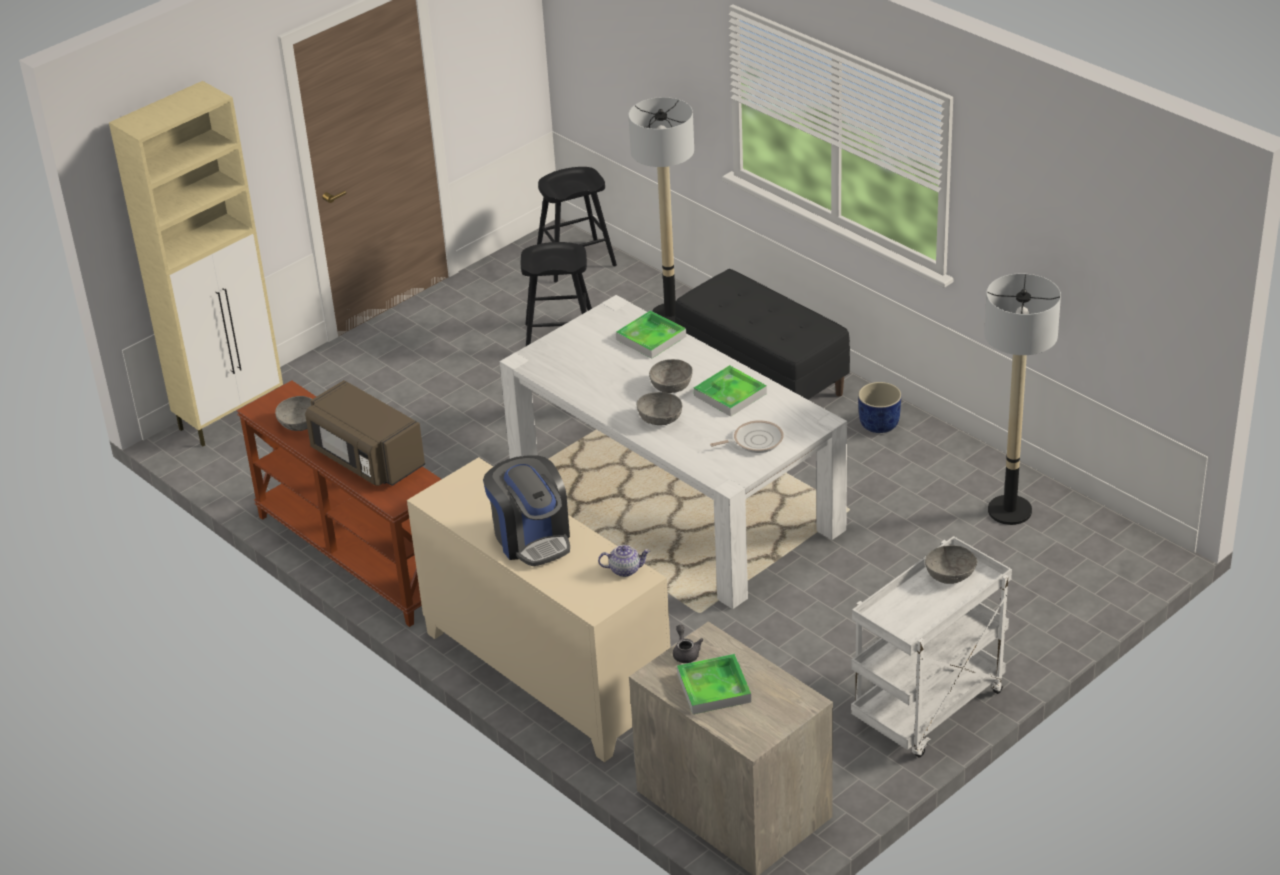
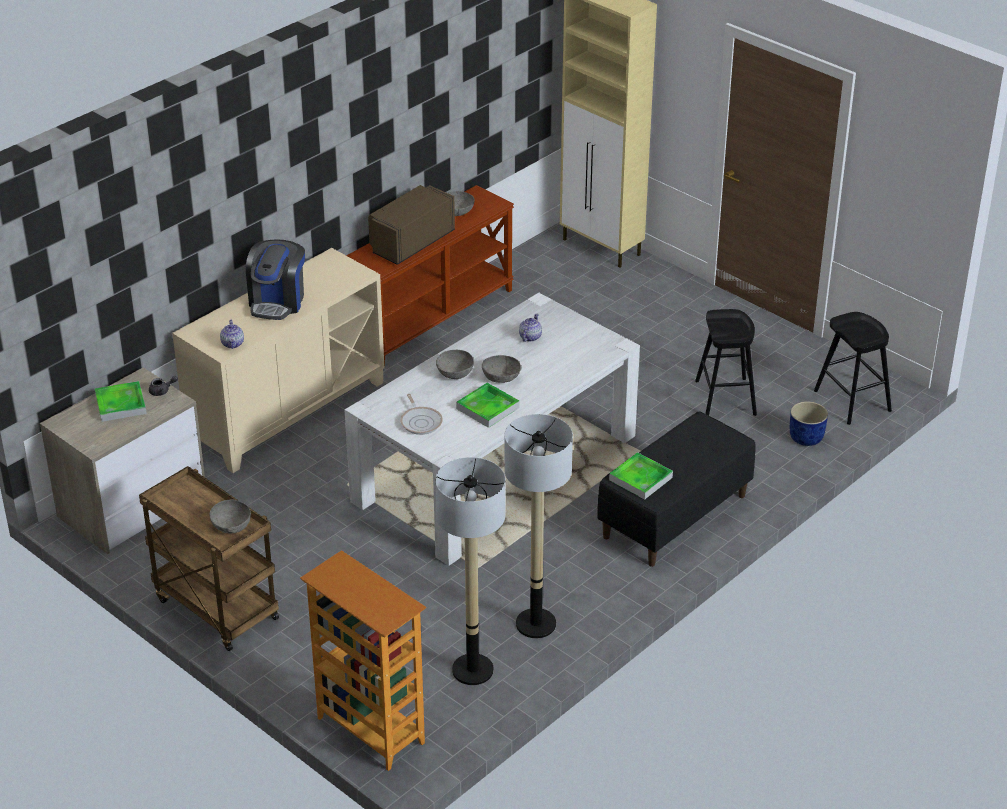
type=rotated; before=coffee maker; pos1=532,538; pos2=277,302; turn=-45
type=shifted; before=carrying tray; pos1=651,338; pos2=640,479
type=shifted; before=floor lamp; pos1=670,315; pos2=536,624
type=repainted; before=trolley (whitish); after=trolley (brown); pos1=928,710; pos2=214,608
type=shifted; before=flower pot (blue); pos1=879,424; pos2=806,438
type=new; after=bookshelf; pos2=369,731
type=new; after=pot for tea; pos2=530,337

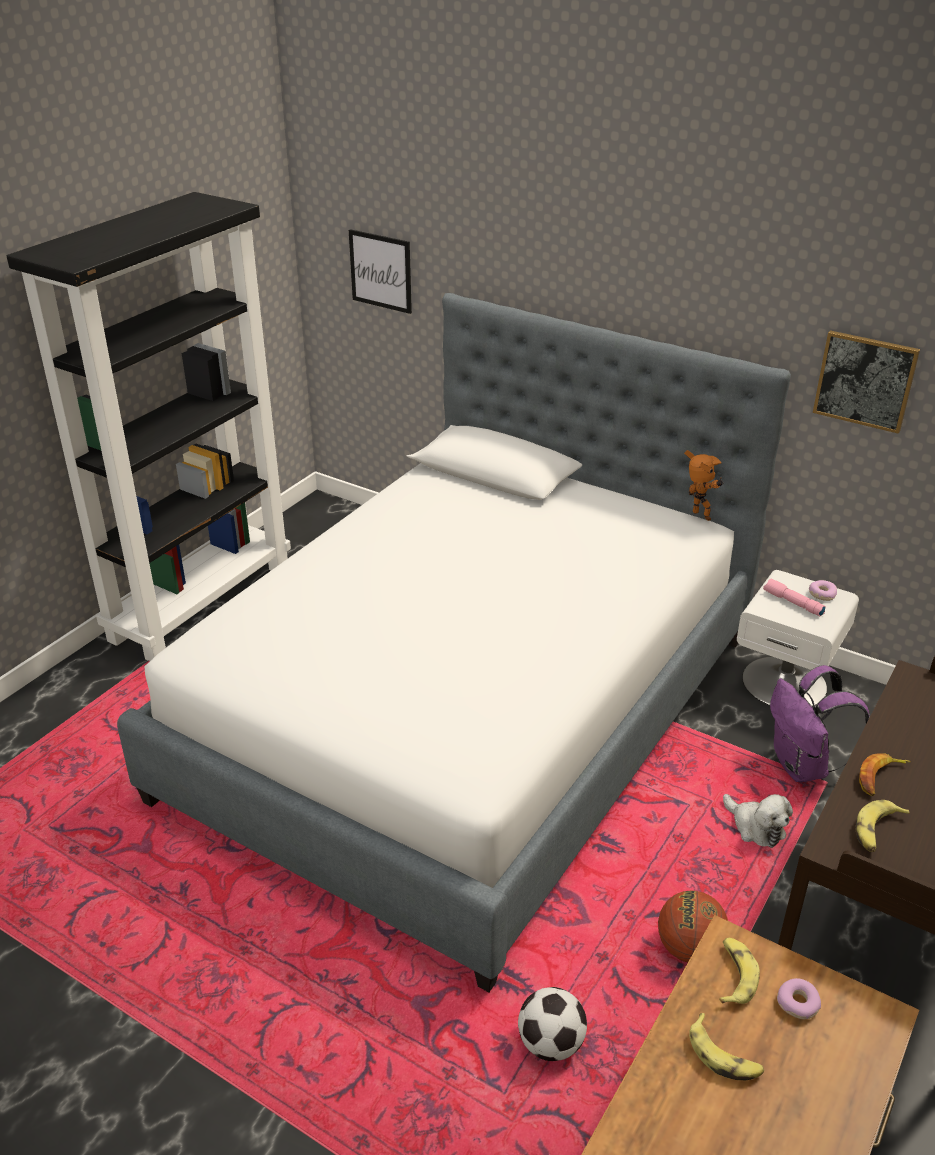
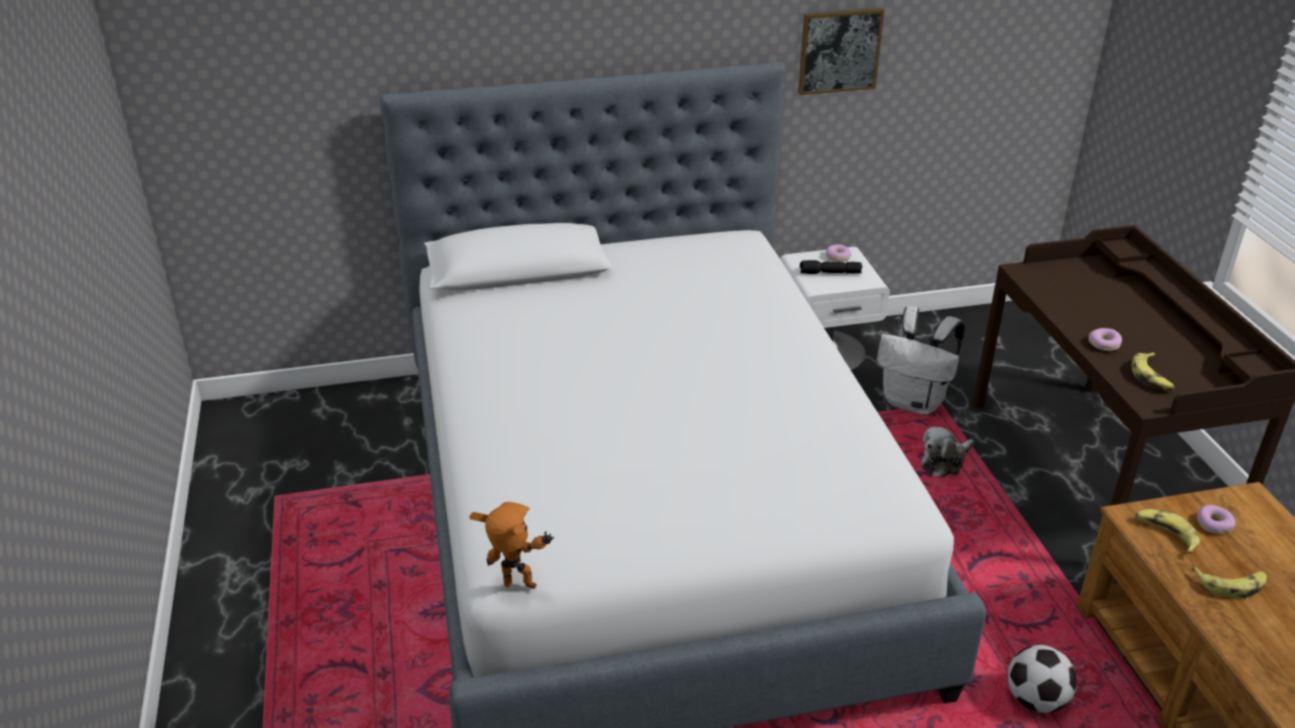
type=gone; before=bookshelf (blackish); pos1=201,601
type=gone; before=picture; pos1=381,271
type=gone; before=basketball; pos1=689,948
type=shifted; before=toy robot; pos1=699,517; pos2=519,589
type=rotated; before=soft toy; pos1=755,827; pos2=944,462; turn=135
type=repainted; before=torch (pink-coloured); after=torch (blackish); pos1=792,603; pos2=829,273
type=repainted; before=backpack (purple); after=backpack (whitish); pos1=803,767; pos2=914,402
type=swapped; before=banana fruit; after=ring doughnut; pos1=880,777; pos2=1104,344

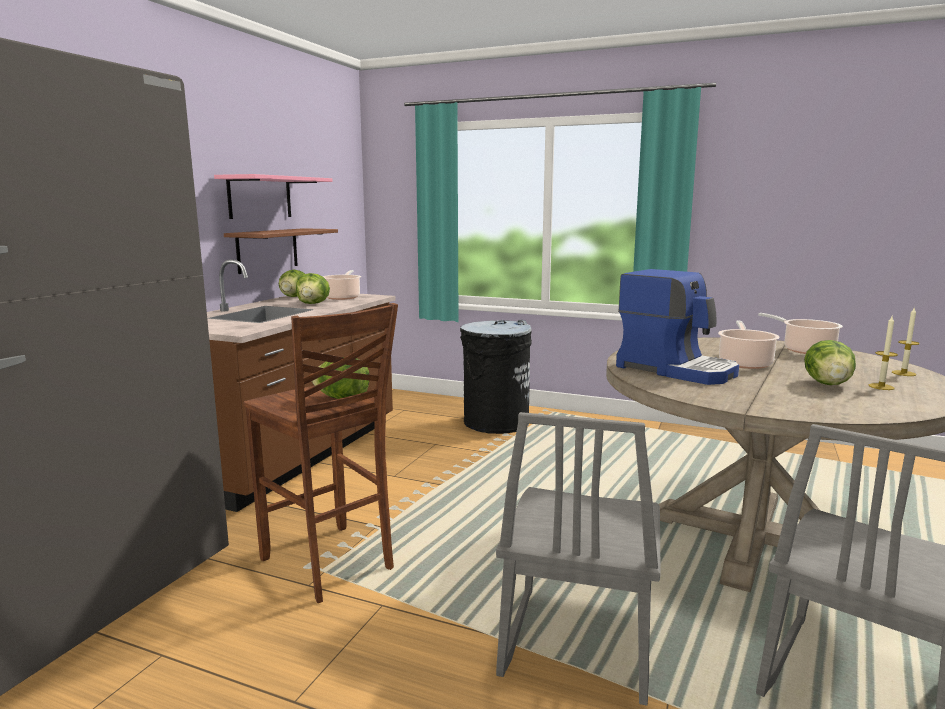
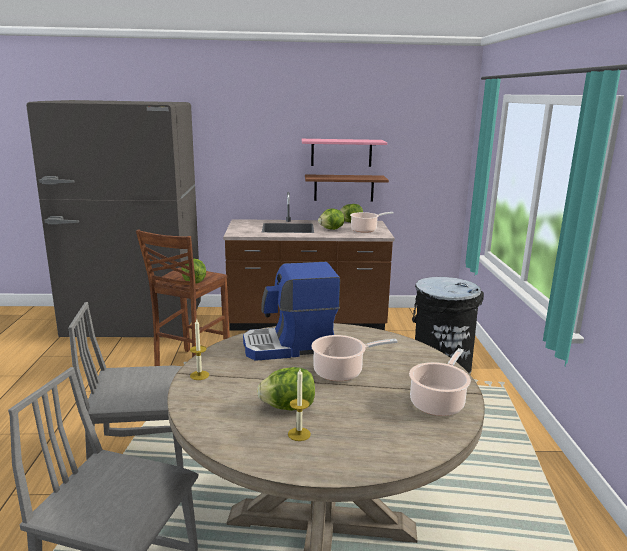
type=rotated; before=coffee maker; pos1=676,370; pos2=290,346; turn=60
type=shifted; before=candle; pos1=903,373; pos2=199,375

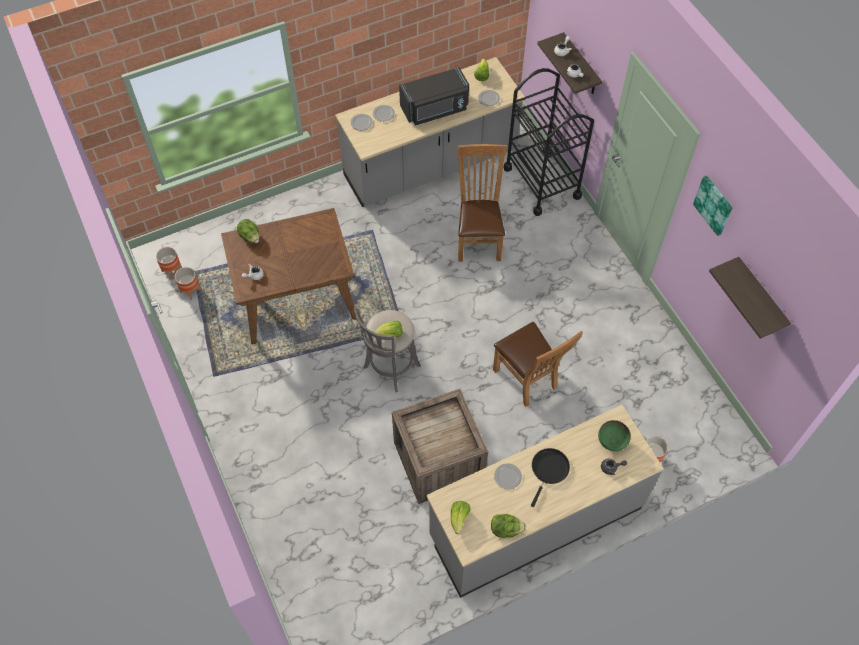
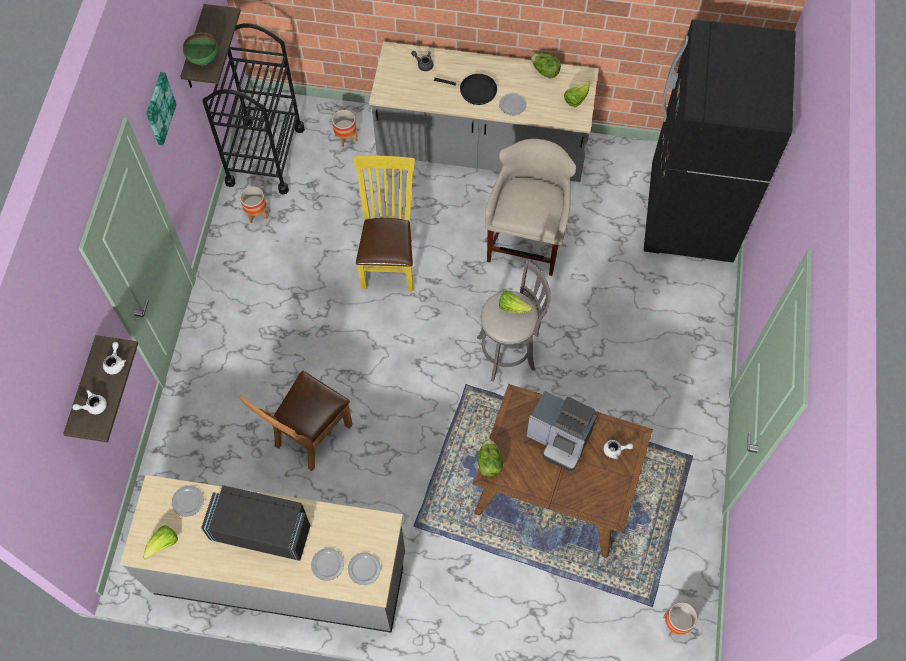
type=shifted; before=flower pot; pos1=190,291; pos2=256,214
type=shifted; before=lettuce; pos1=250,237; pos2=489,463
type=swapped; before=shipping crate; after=sitting stool (beige-coloured); pos1=438,462; pos2=527,242
type=repainted; before=chair (brown); after=chair (yellow); pos1=528,381; pos2=389,260
type=shifted; before=trolley (blackish); pos1=542,182; pos2=265,155
type=rotated; before=skillet (blackish); pos1=549,470; pos2=475,90; turn=-135
type=shifted; before=serving bowl (green); pos1=611,442; pos2=203,59
type=new; after=coffee maker; pos2=559,440
type=new; after=kitchen fridge (blackish); pos2=690,215

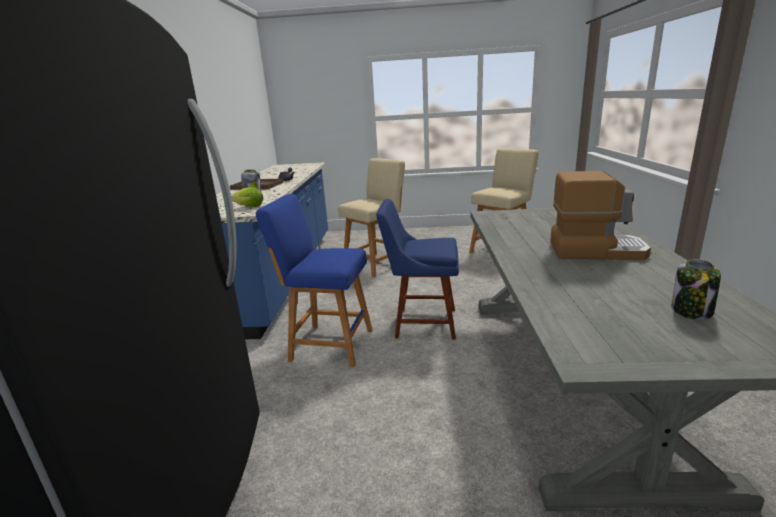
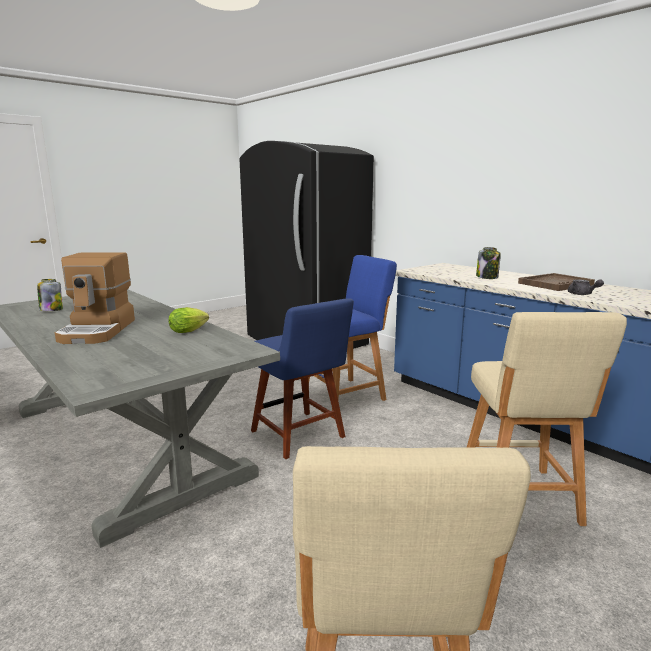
type=shifted; before=lettuce; pos1=248,207; pos2=190,331
type=rotated; before=chair (blue); pos1=422,323; pos2=300,436; turn=90
type=rotated; before=coffee maker; pos1=595,250; pos2=99,330; turn=-60

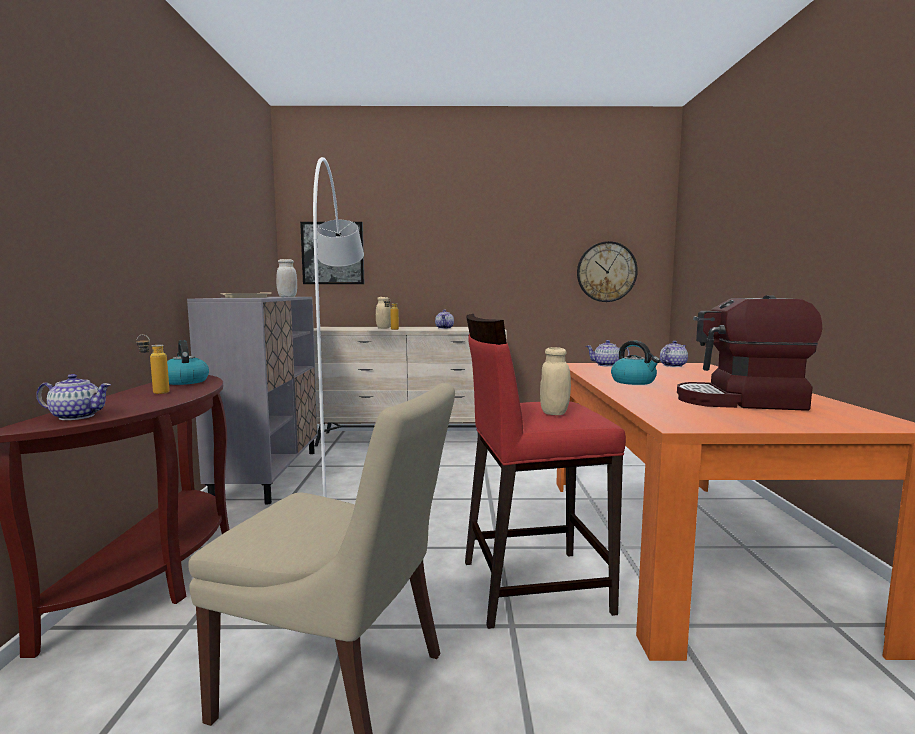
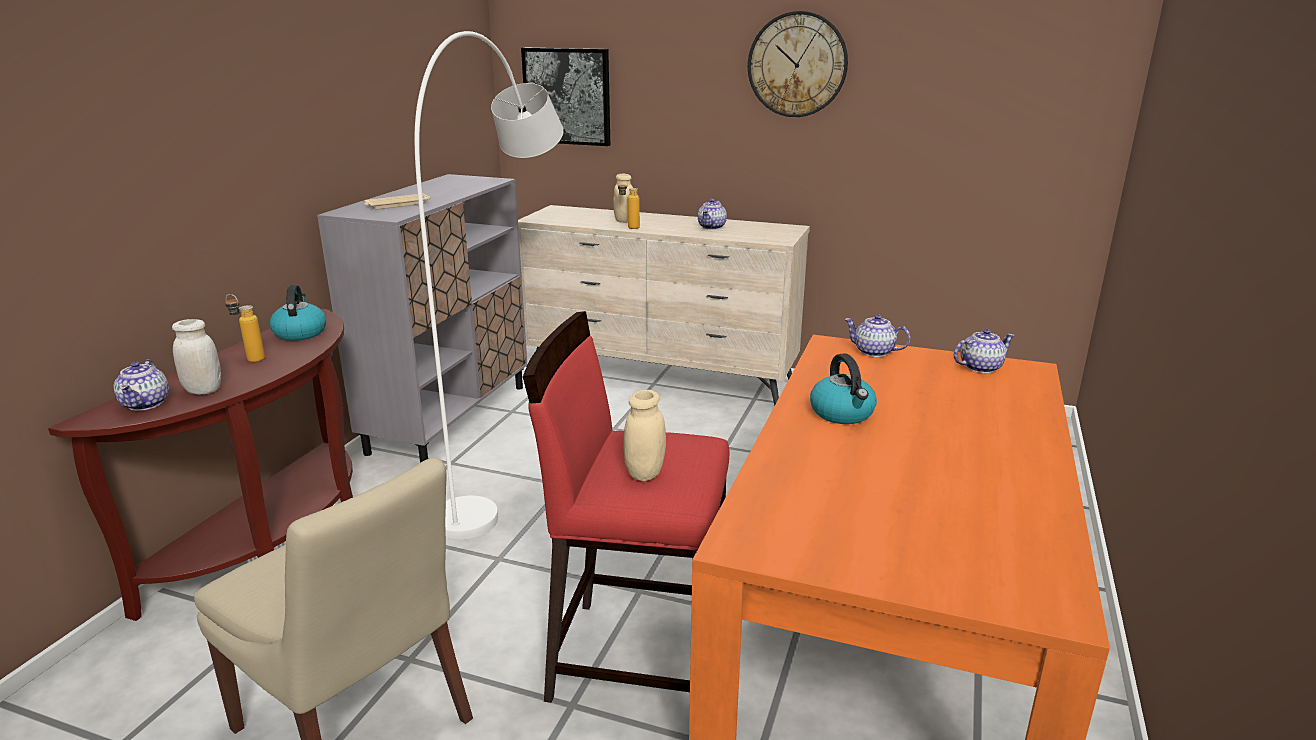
type=rotated; before=pot for tea; pos1=76,416; pos2=146,403; turn=60
type=shifted; before=storage jar (whitish); pos1=287,297; pos2=203,390
type=shifted; before=wall clock; pos1=606,272; pos2=797,65
type=gone; before=coffee maker; pos1=740,401

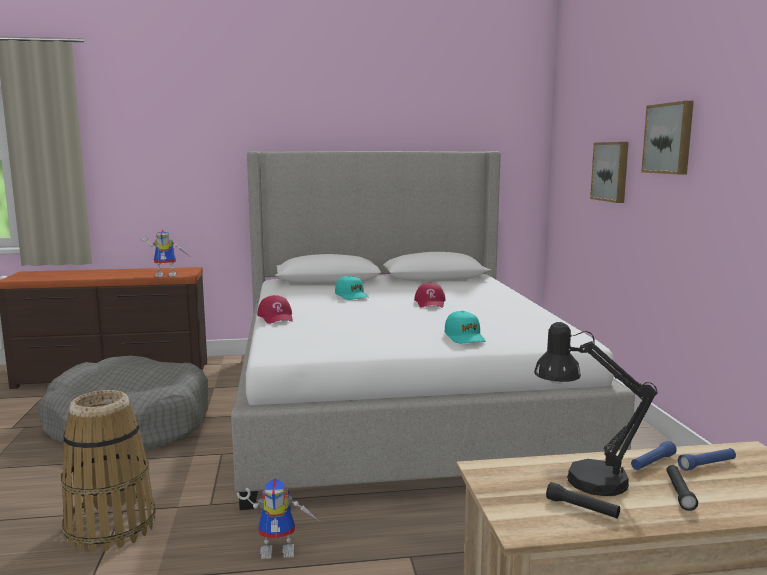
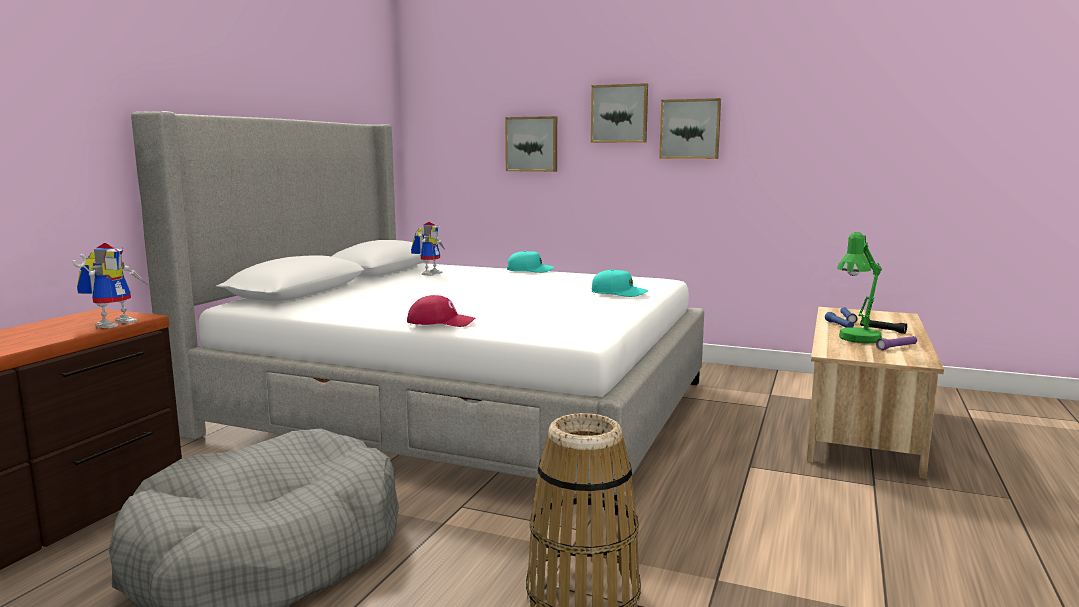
type=shifted; before=toy robot; pos1=281,549; pos2=430,273
type=shifted; before=baseball cap (turquoise); pos1=352,296; pos2=530,270
type=gone; before=baseball cap (red); pos1=430,303
type=repainted; before=table lamp (blackish); after=table lamp (green); pos1=583,479; pos2=856,340
type=repainted; before=torch (blackish); after=torch (purple); pos1=582,508; pos2=896,347
type=new; after=picture; pos2=690,129

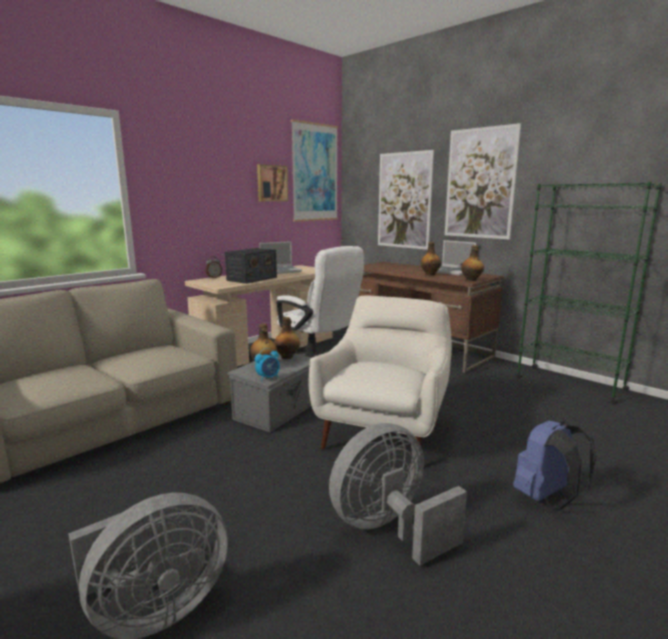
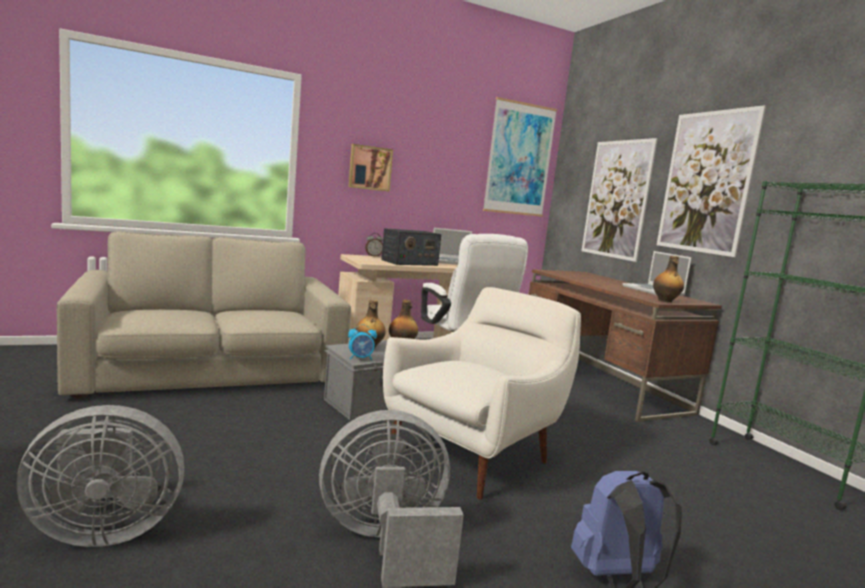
type=shifted; before=picture; pos1=271,183; pos2=370,168
type=gone; before=drink bottle; pos1=430,274

